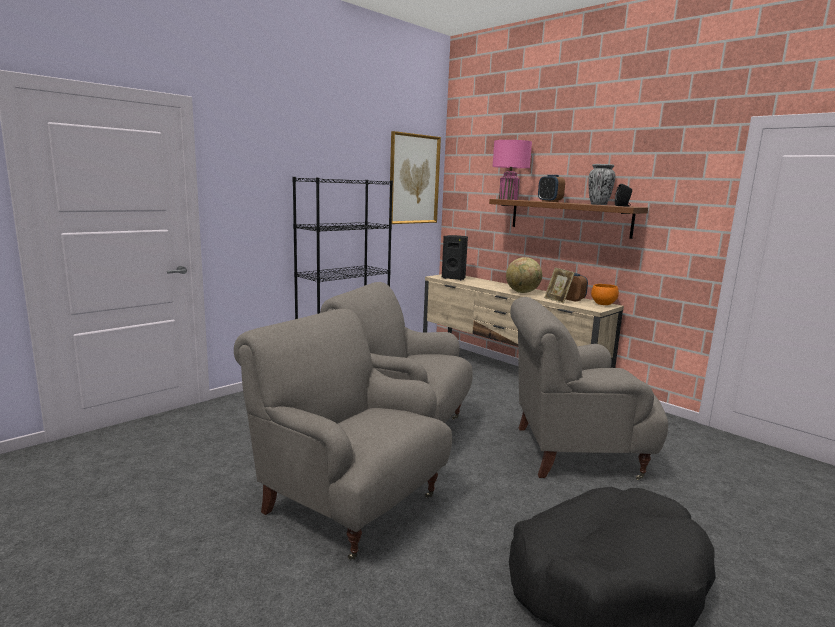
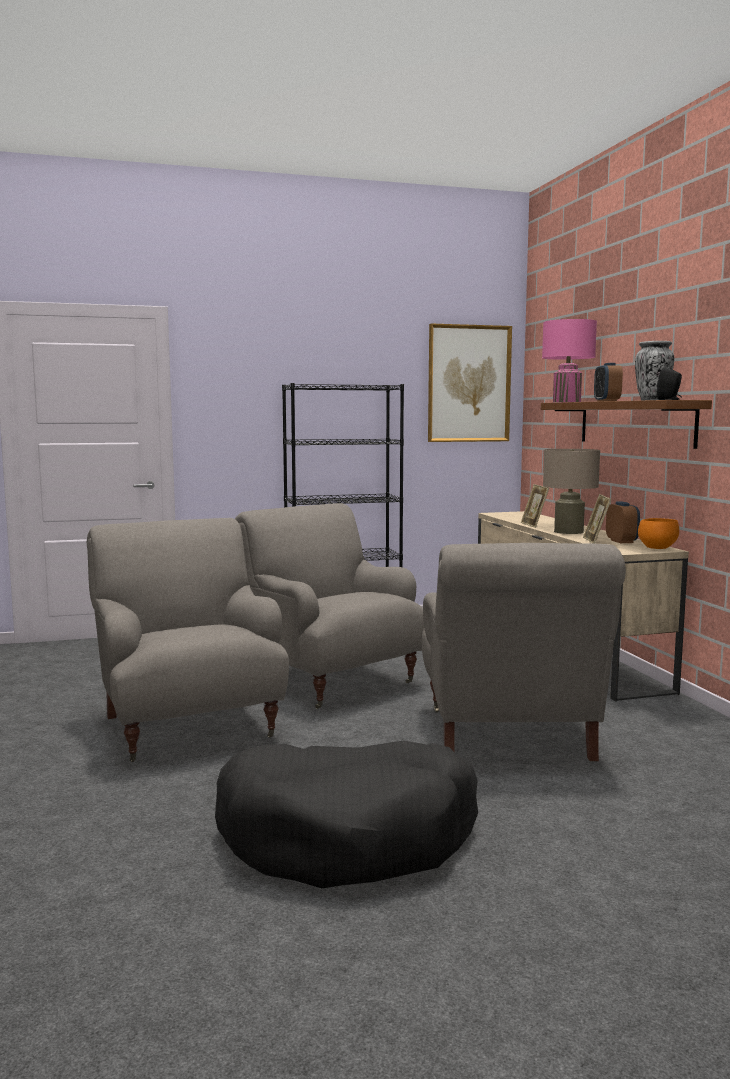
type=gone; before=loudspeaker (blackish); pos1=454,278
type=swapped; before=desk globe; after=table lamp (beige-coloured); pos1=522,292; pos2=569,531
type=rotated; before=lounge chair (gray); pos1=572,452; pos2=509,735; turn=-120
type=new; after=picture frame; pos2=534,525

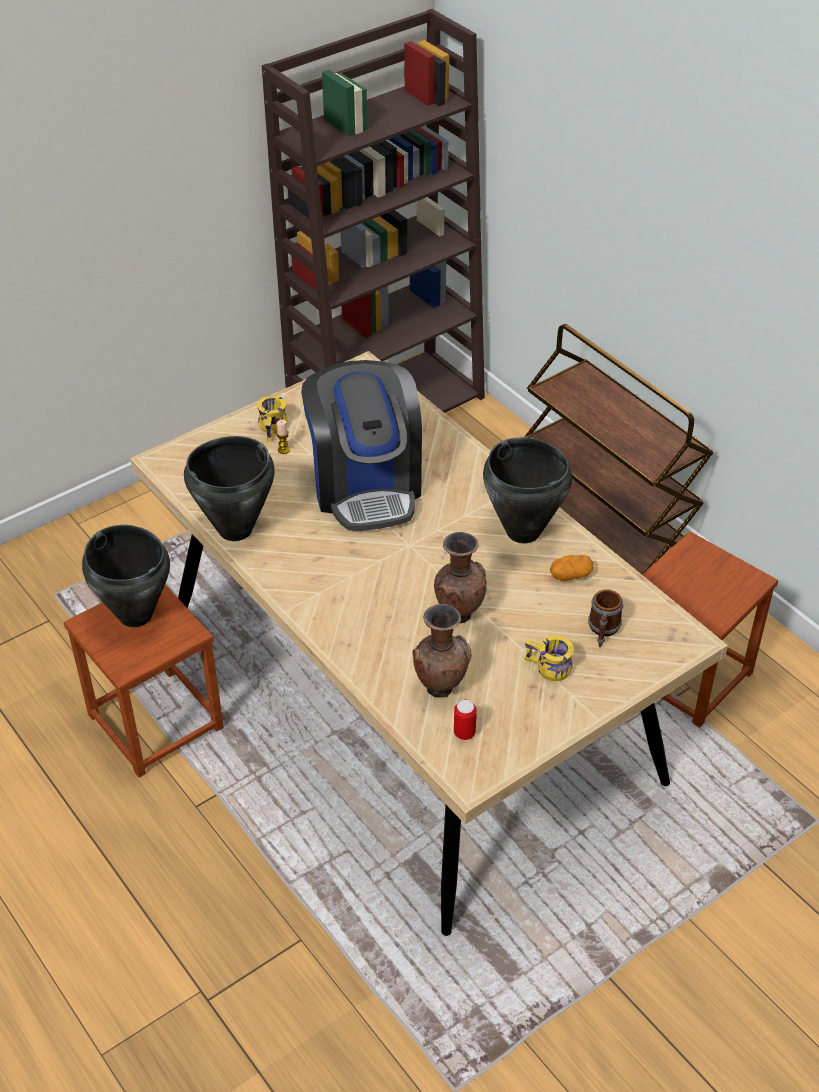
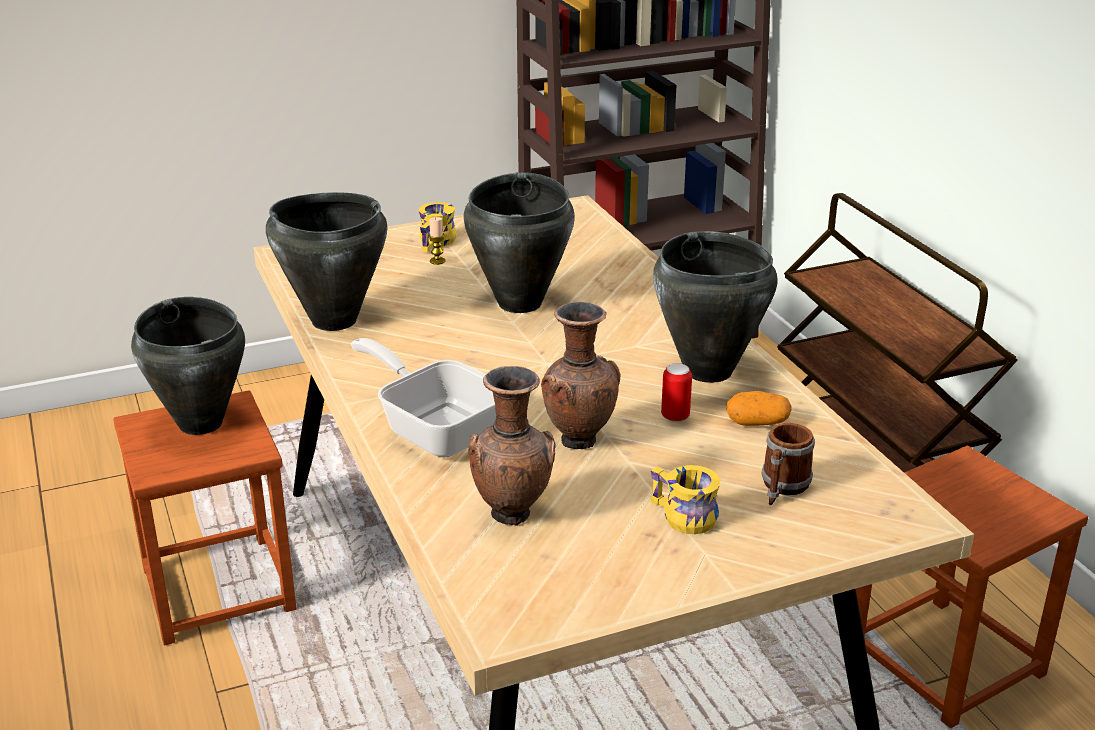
type=swapped; before=coffee maker; after=saucepot (blackish); pos1=366,485; pos2=521,303
type=shifted; before=can; pos1=464,733; pos2=675,417
type=new; after=skillet; pos2=436,428

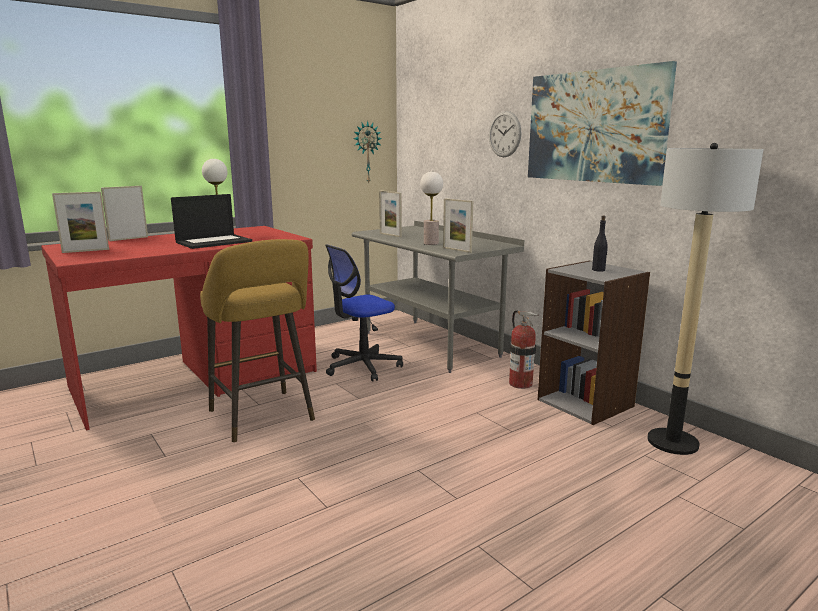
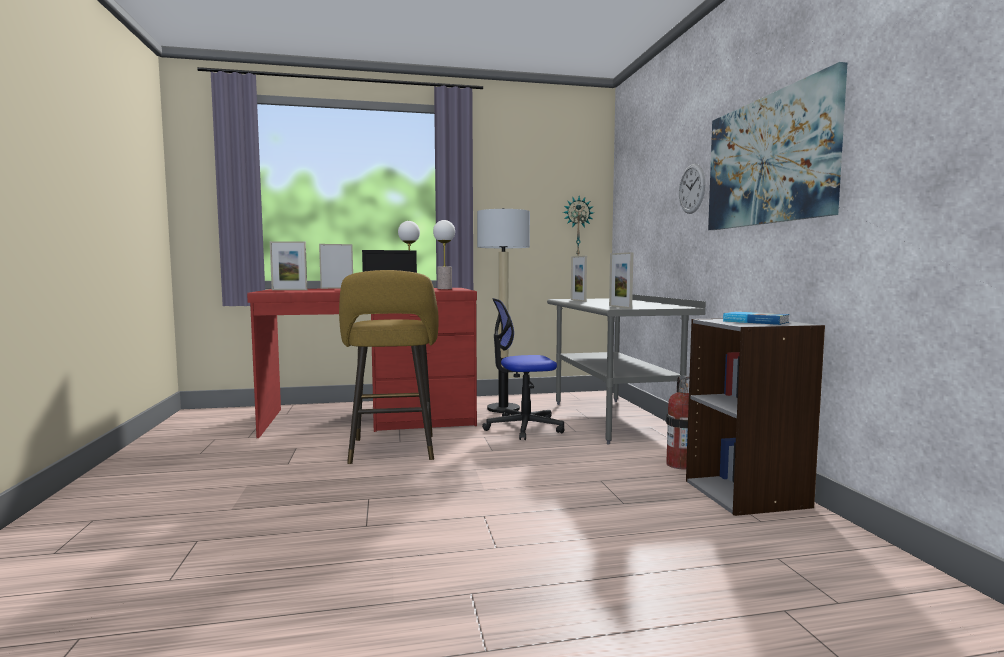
type=shifted; before=table lamp; pos1=431,243; pos2=444,289
type=swapped; before=drink bottle (blackish); after=volume; pos1=598,270; pos2=755,321
type=shifted; before=floor lamp; pos1=673,442; pos2=503,408

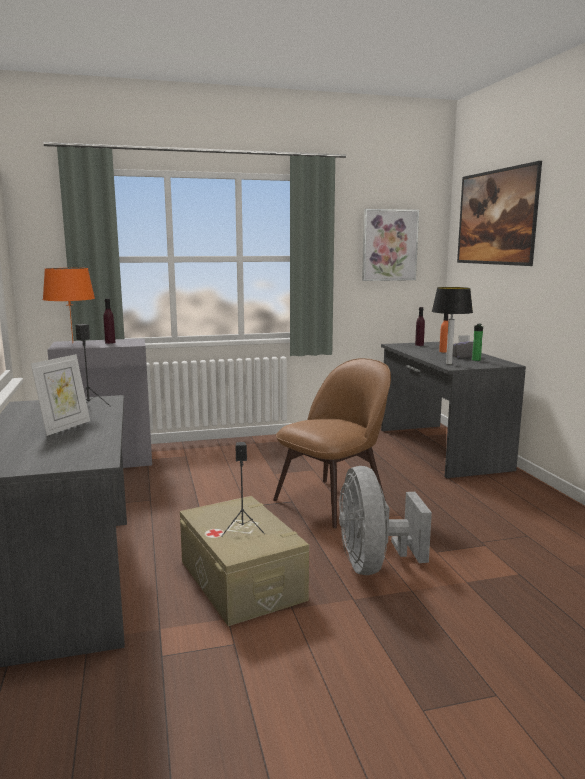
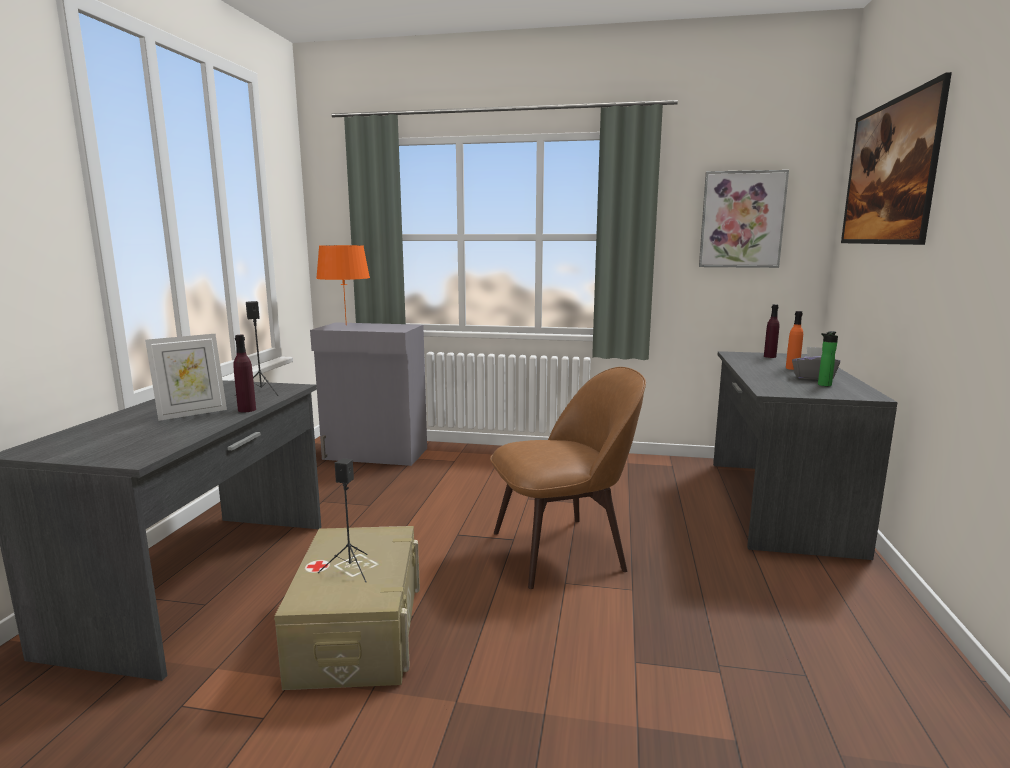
type=shifted; before=drink bottle (purple); pos1=110,342; pos2=247,410
type=gone; before=electric fan (gray); pos1=373,564
type=gone; before=table lamp; pos1=448,363

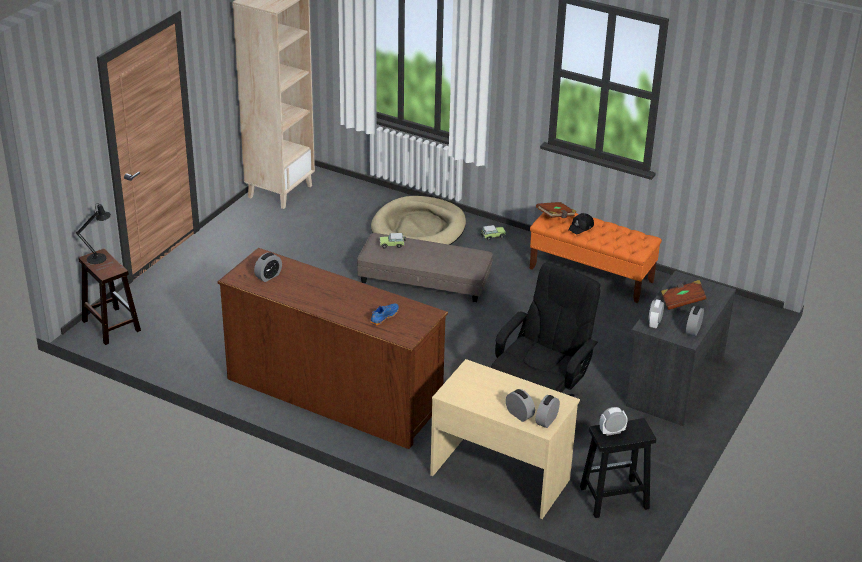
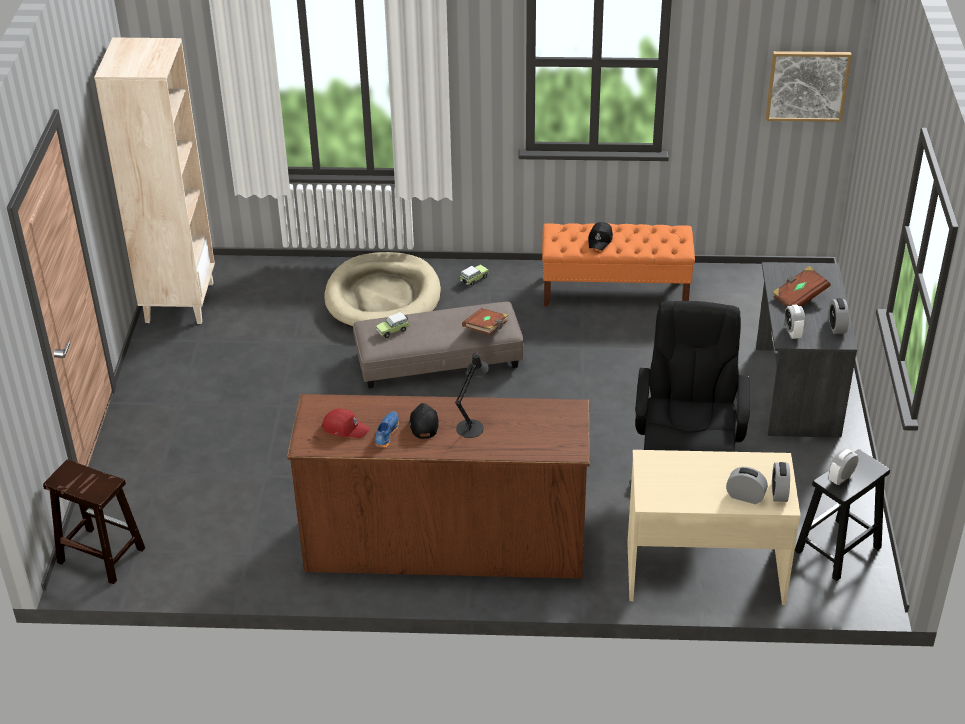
type=shifted; before=table lamp (blackish); pos1=99,257; pos2=472,426
type=swapped; before=alarm clock; after=baseball cap (red); pos1=268,276; pos2=345,428
type=shifted; before=shoe (blue); pos1=384,317; pos2=386,433
type=shifted; before=volume (brown); pos1=556,216; pos2=486,329
type=new; after=baseball cap (blackish); pos2=423,424
type=new; after=picture; pos2=807,85

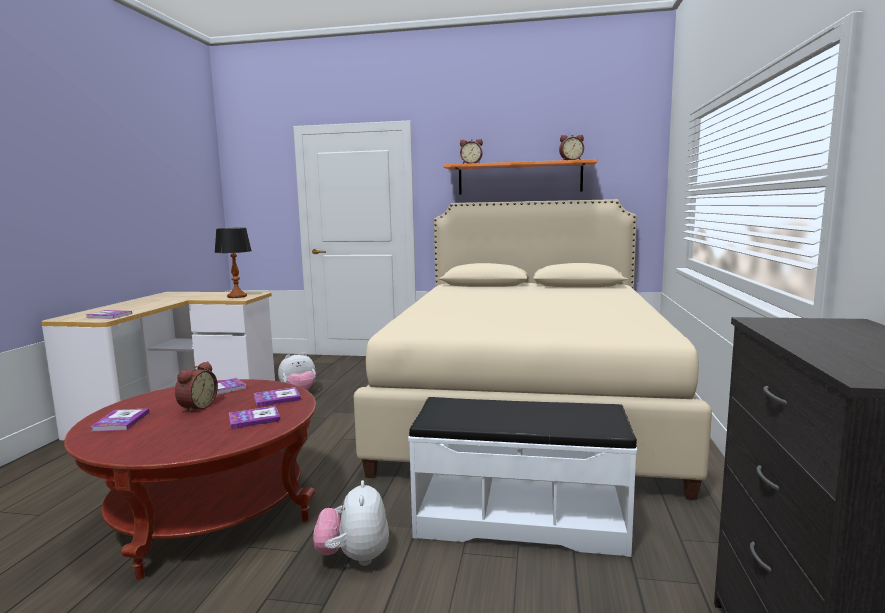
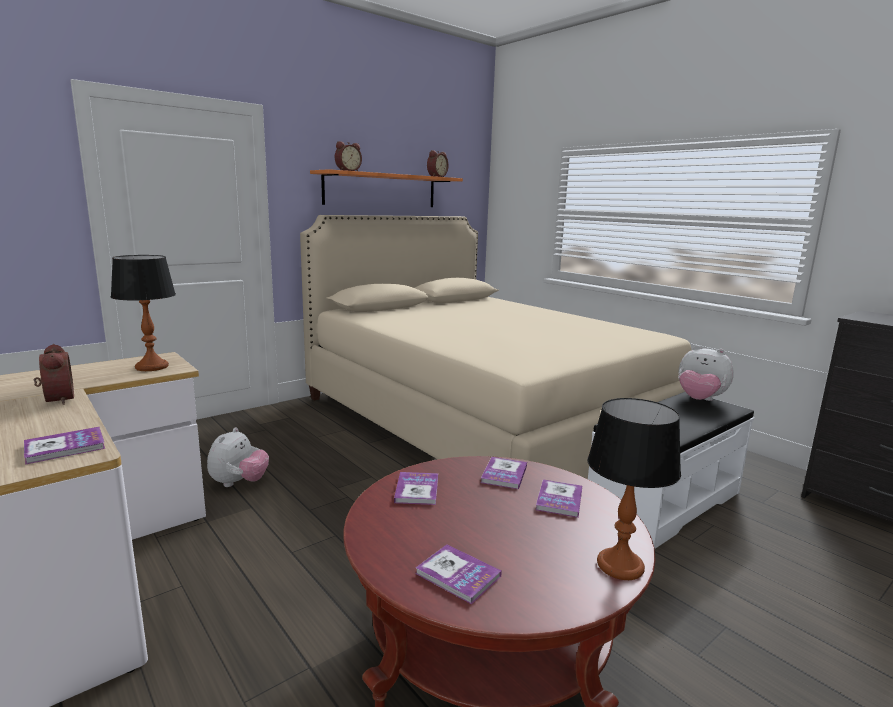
type=shifted; before=alarm clock; pos1=196,407; pos2=56,399
type=shifted; before=soft toy; pos1=354,557; pos2=699,400
type=new; after=table lamp; pos2=620,566

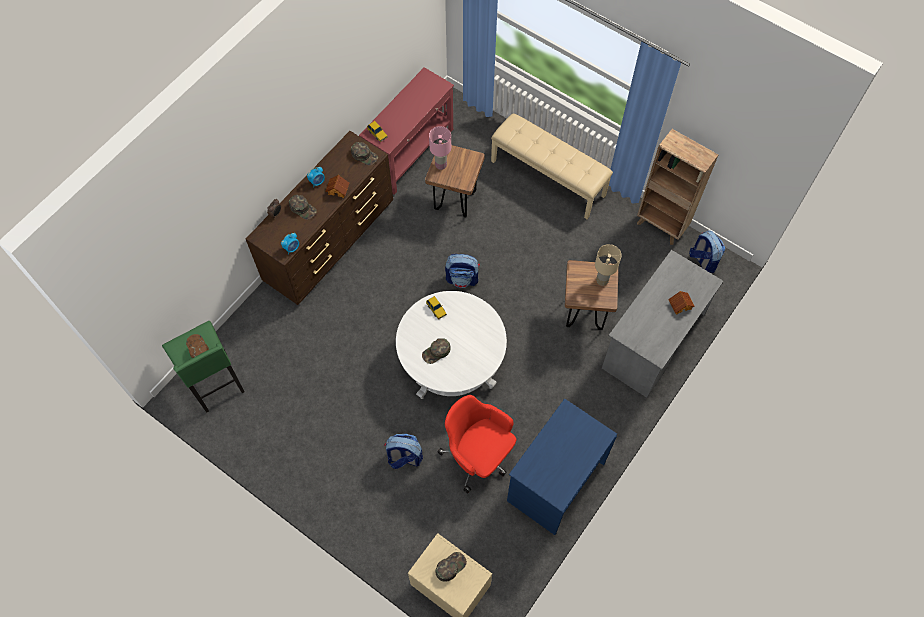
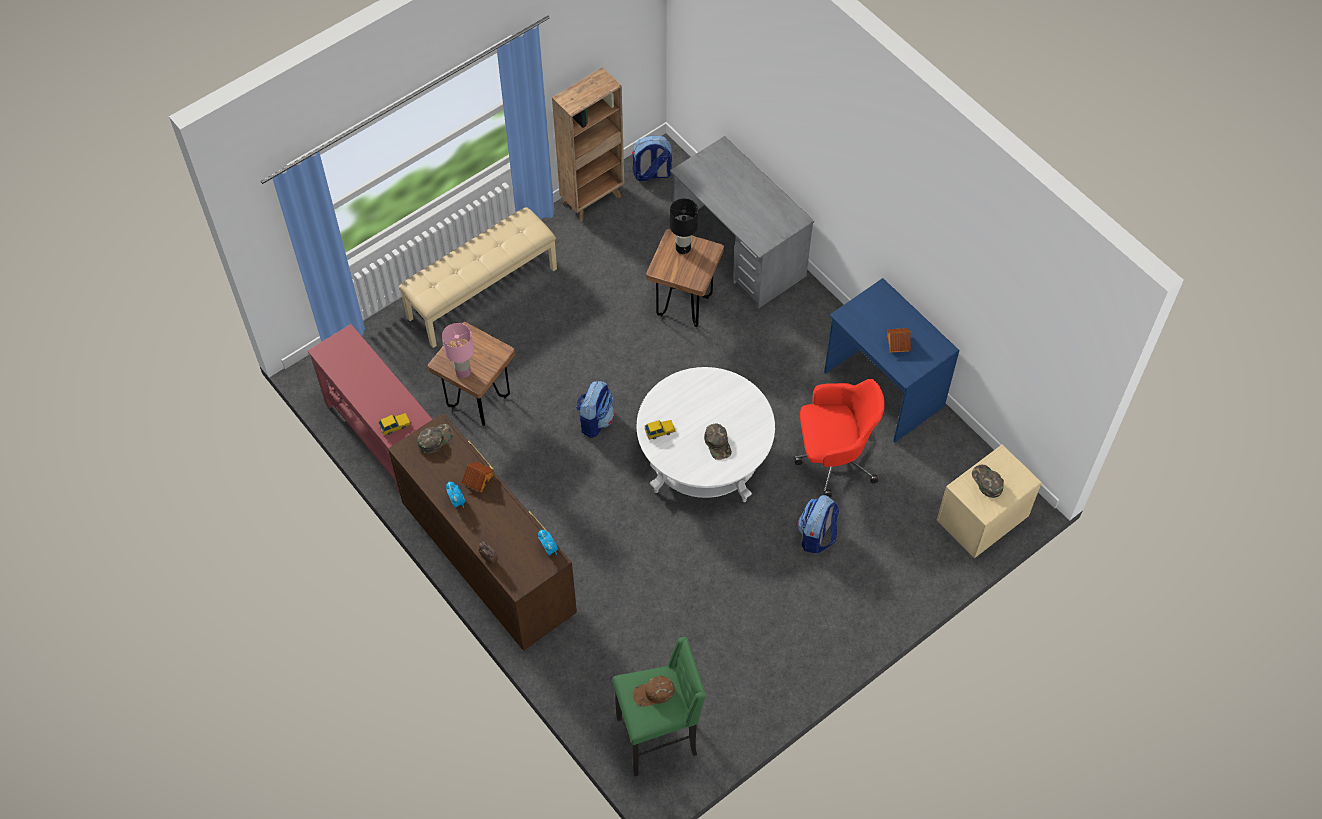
type=gone; before=baseball cap (green); pos1=303,208
type=rotated; before=desk chair (red); pos1=478,455; pos2=833,458; turn=-150
type=repainted; before=table lamp (beige-coloured); after=table lamp (blackish); pos1=602,280; pos2=682,248
type=shifted; before=miniature house; pos1=680,305; pos2=897,343

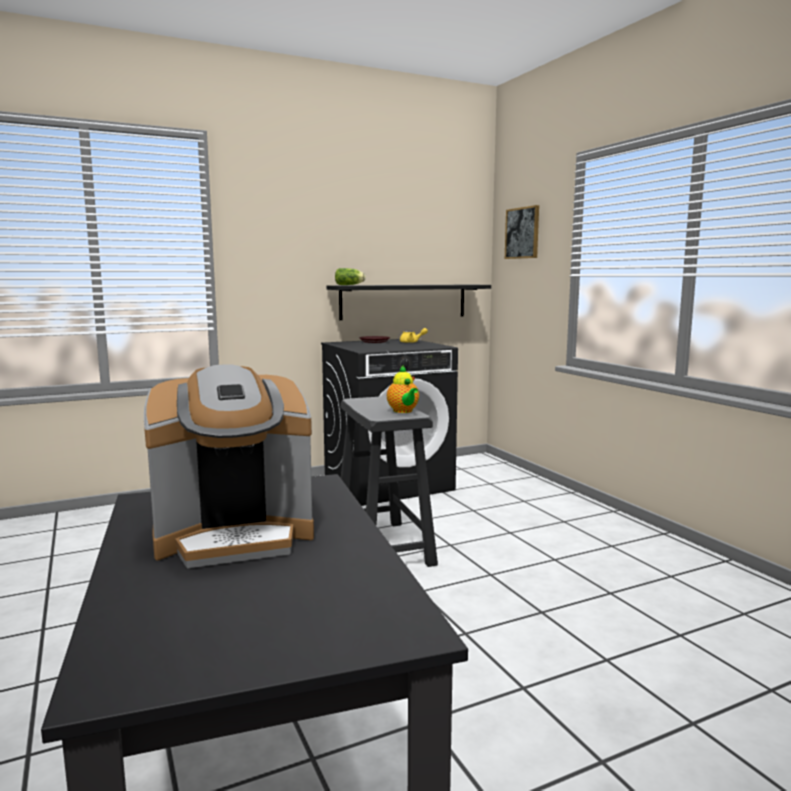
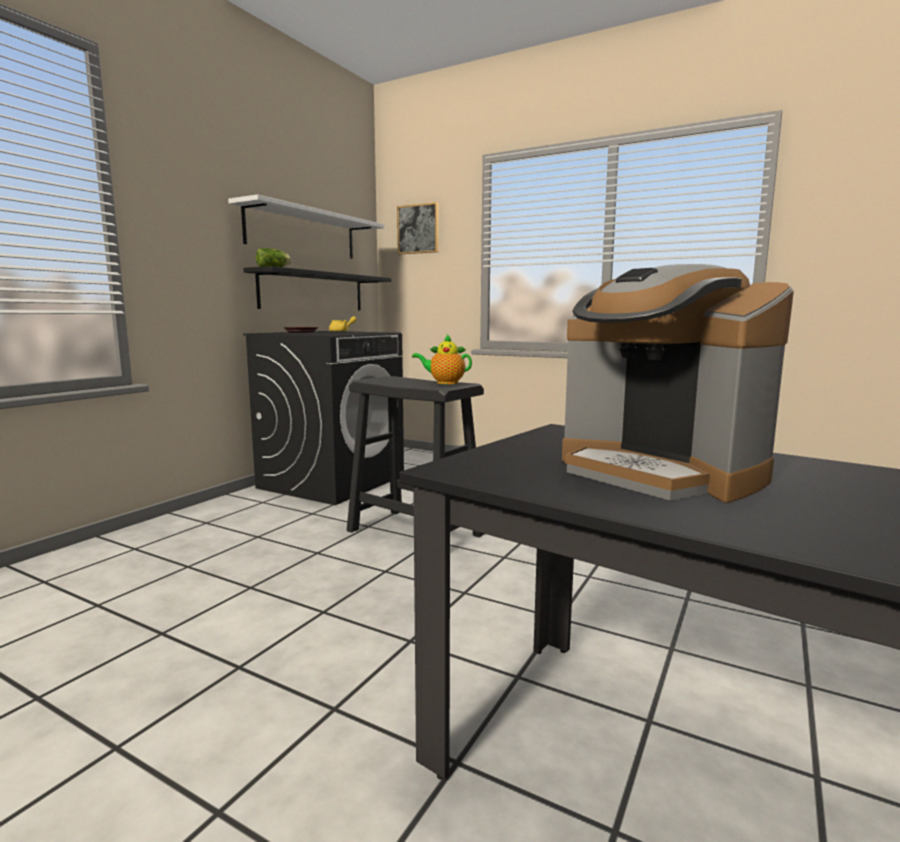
type=rotated; before=coffee maker; pos1=235,536; pos2=659,473; turn=105
type=rotated; before=pot for tea; pos1=403,411; pos2=444,383; turn=150
type=new; after=wall shelf (whitish); pos2=303,233

